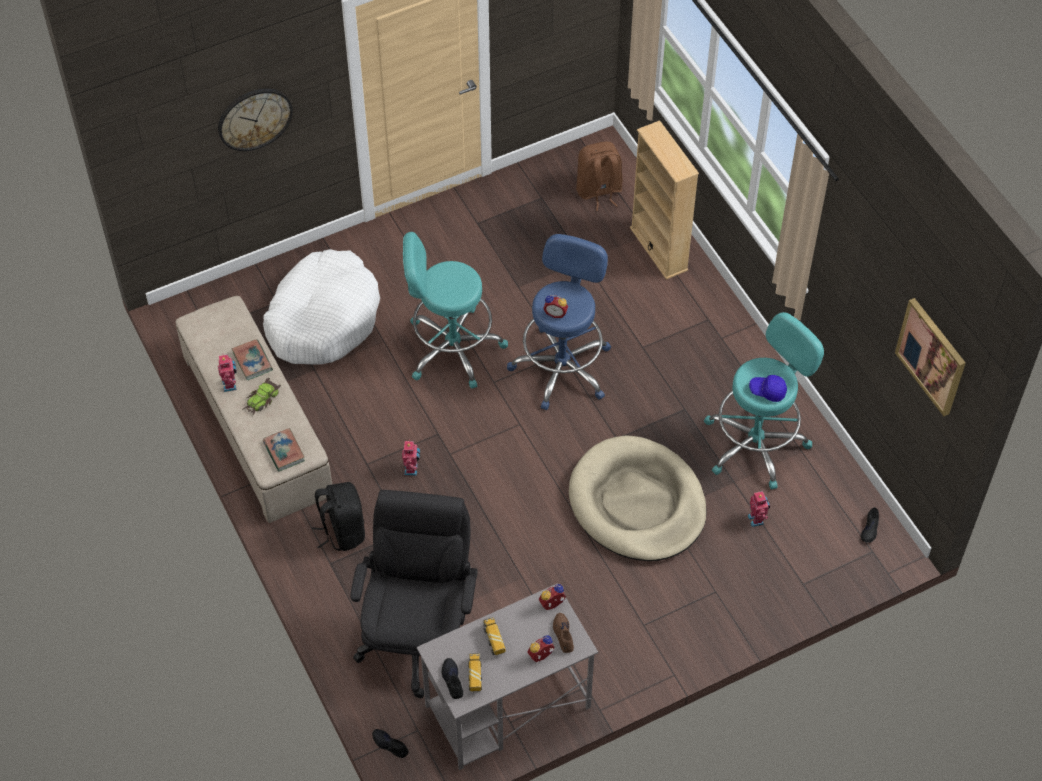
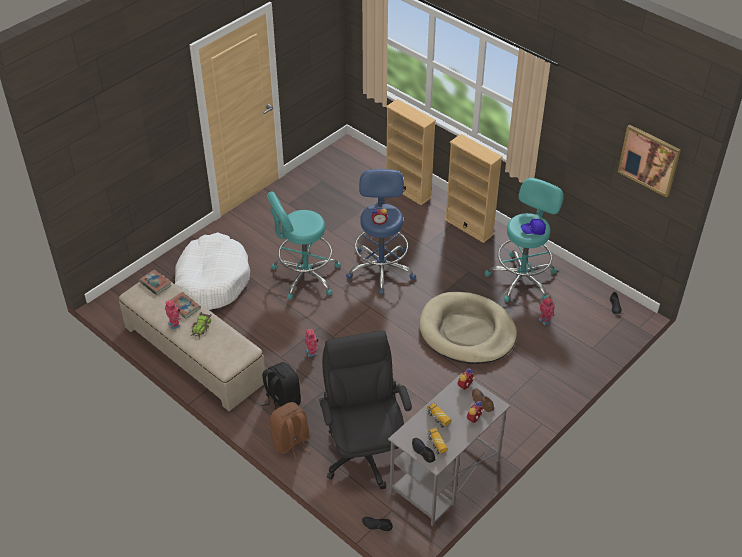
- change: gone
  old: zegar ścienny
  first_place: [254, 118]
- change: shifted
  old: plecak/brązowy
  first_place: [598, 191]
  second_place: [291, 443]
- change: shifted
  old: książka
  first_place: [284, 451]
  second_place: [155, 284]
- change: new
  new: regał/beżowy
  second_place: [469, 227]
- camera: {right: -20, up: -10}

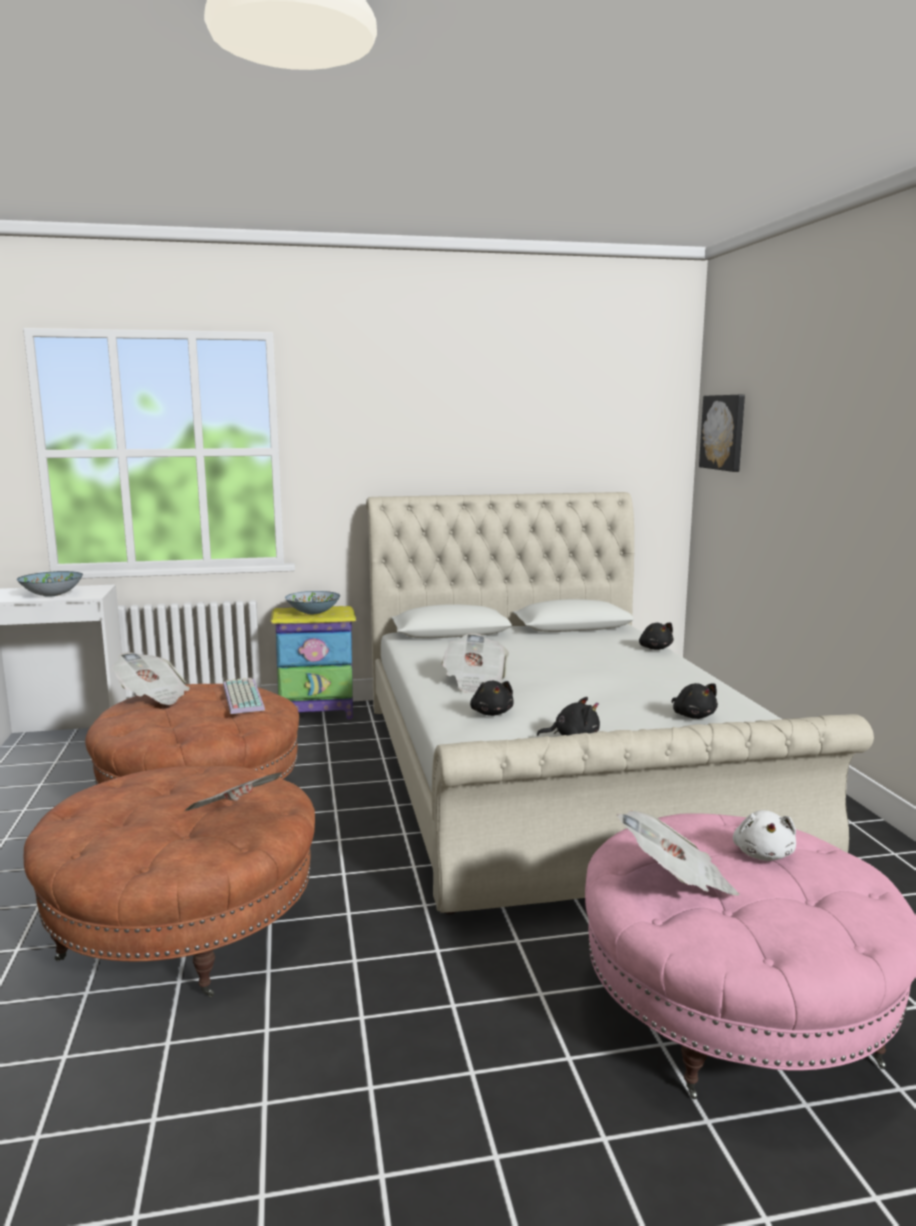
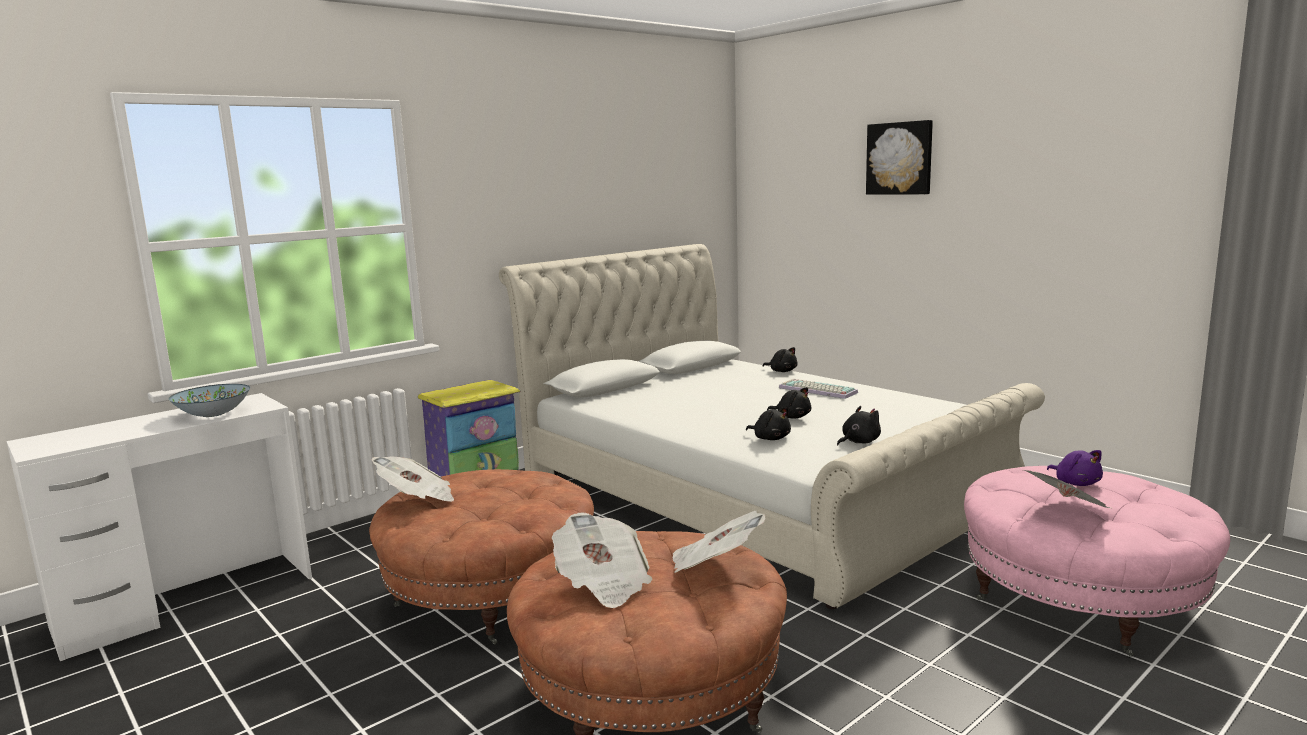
- change: shifted
  old: obraz
  first_place: [724, 432]
  second_place: [900, 158]
- change: gone
  old: miska
  first_place: [313, 612]
- change: shifted
  old: gazeta
  first_place: [475, 681]
  second_place: [603, 583]
- change: shifted
  old: klawiatura
  first_place: [241, 697]
  second_place: [816, 390]
- change: shifted
  old: pluszak/czarny
  first_place: [693, 716]
  second_place: [792, 417]
- change: repainted
  old: pluszak/biały
  new: pluszak/fioletowy
  first_place: [763, 854]
  second_place: [1076, 483]
- camera: {right: -30, up: 0}

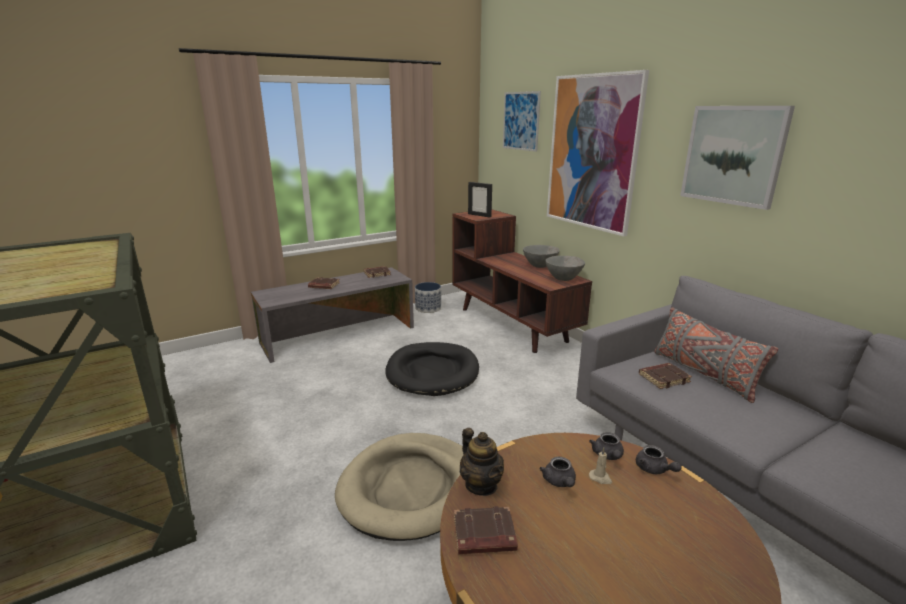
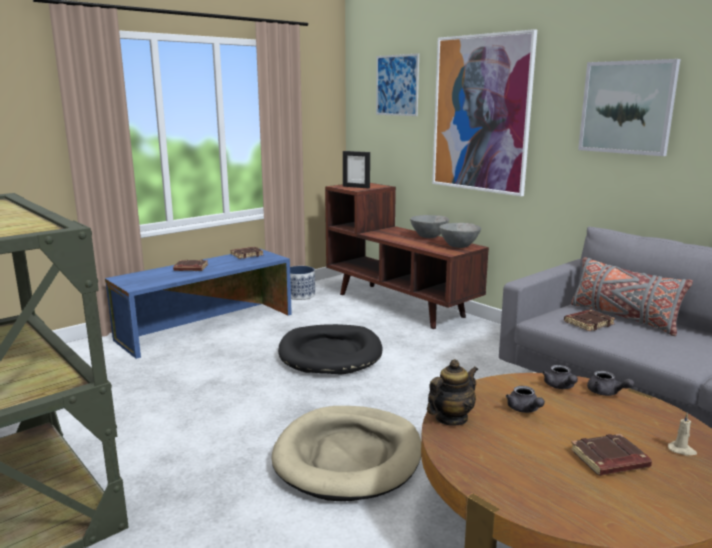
- change: repainted
  old: ławka/szary
  new: ławka/niebieski
  first_place: [339, 334]
  second_place: [207, 326]
- change: rotated
  old: imbryk
  first_place: [481, 485]
  second_place: [451, 418]
  degrees: -90
- change: shifted
  old: świeca/beżowy
  first_place: [600, 478]
  second_place: [682, 450]
- change: shifted
  old: książka/brązowy
  first_place: [483, 536]
  second_place: [609, 460]
- camera: {right: -10, up: -5}

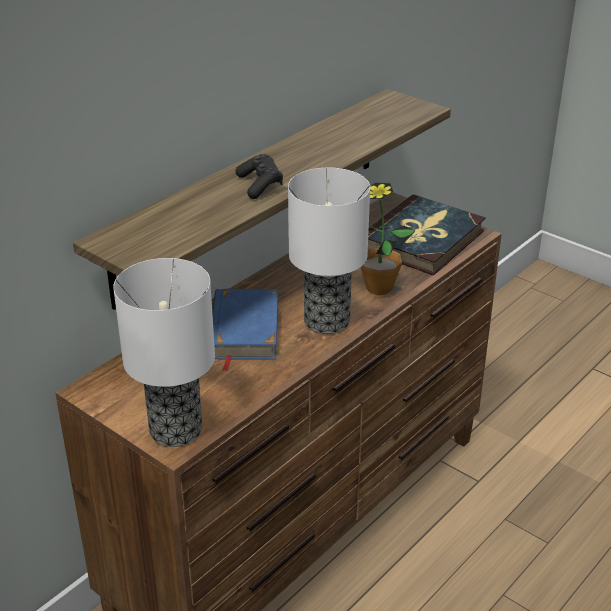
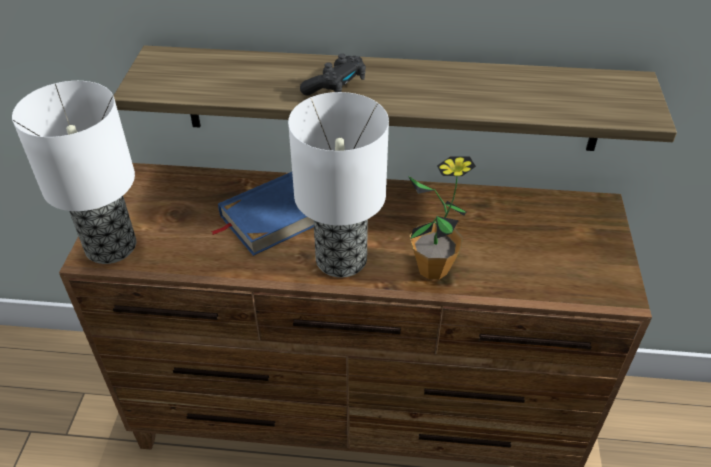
- change: gone
  old: książka
  first_place: [422, 239]
- camera: {right: 55, up: 10}

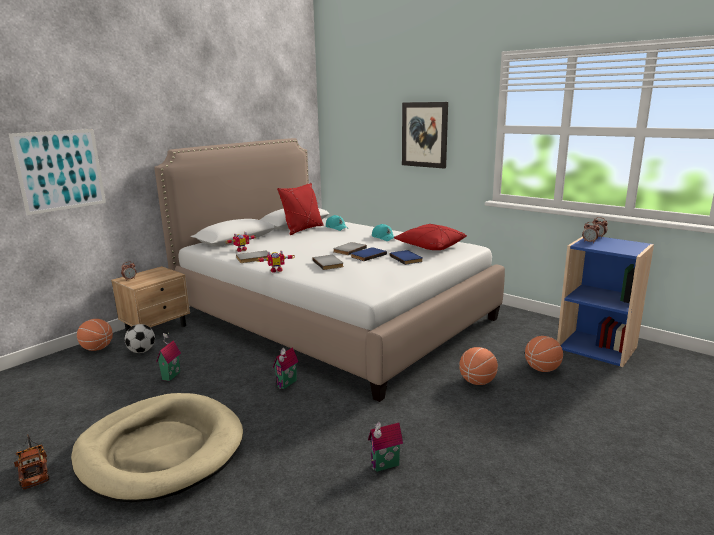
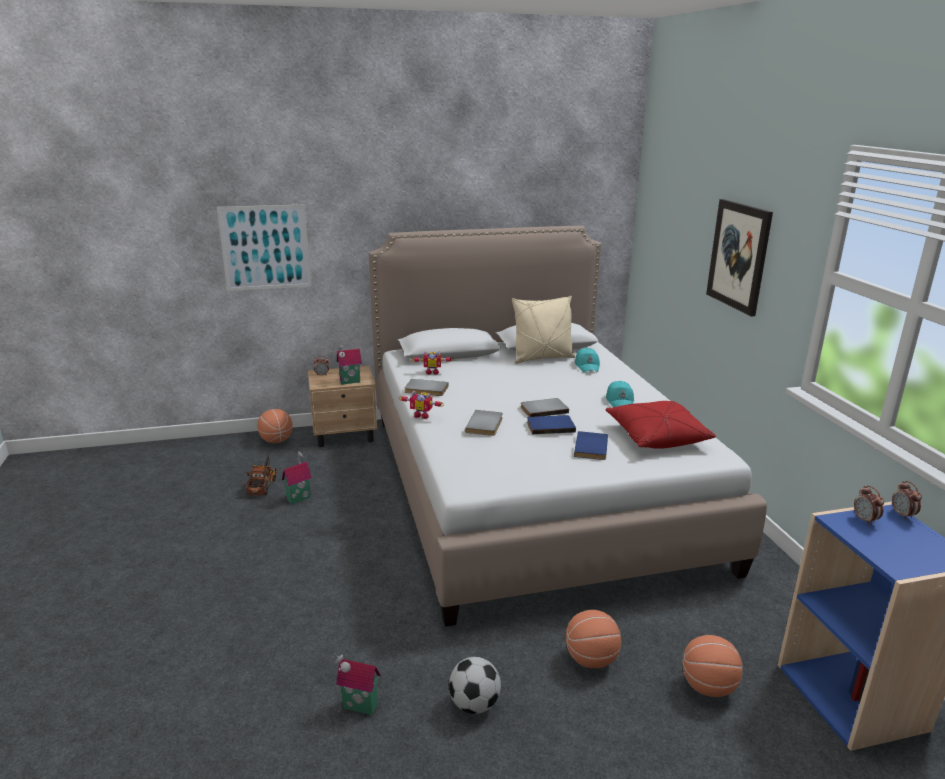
- change: repainted
  old: poduszka/czerwony
  new: poduszka/beżowy
  first_place: [303, 229]
  second_place: [542, 358]
- change: shifted
  old: piłka futbolowa
  first_place: [142, 351]
  second_place: [474, 705]
- change: shifted
  old: domek
  first_place: [287, 384]
  second_place: [350, 382]
- change: gone
  old: legowisko/beżowy
  first_place: [160, 450]
- change: shifted
  old: ciężarówka zabawkowa
  first_place: [35, 471]
  second_place: [263, 485]
- camera: {right: 35, up: 5}

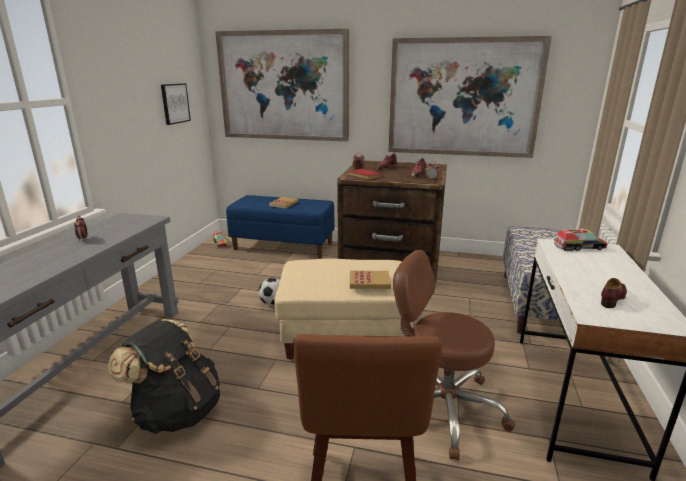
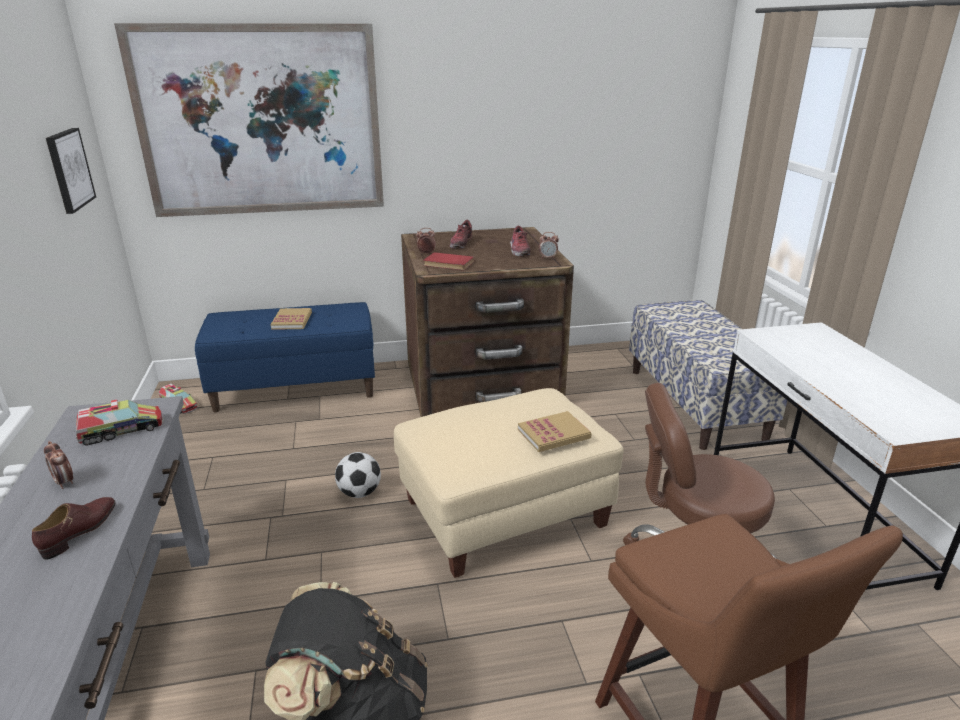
- change: gone
  old: obraz
  first_place: [463, 98]
- change: shifted
  old: ciężarówka zabawkowa
  first_place: [579, 247]
  second_place: [121, 431]
- change: shifted
  old: but/brązowy
  first_place: [613, 298]
  second_place: [80, 531]
- camera: {right: -25, up: 5}

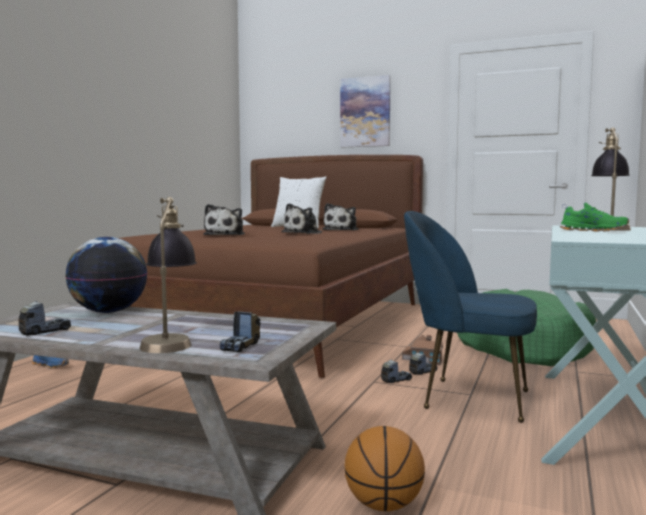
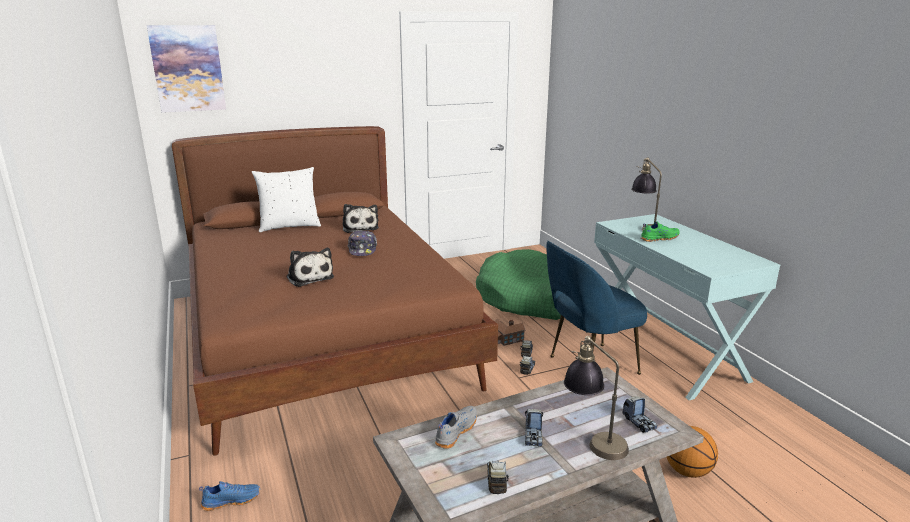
- change: shifted
  old: obraz
  first_place: [365, 112]
  second_place: [188, 68]
- change: swapped
  old: pluszak
  new: czapka z daszkiem
  first_place: [304, 233]
  second_place: [362, 249]
- change: swapped
  old: globus
  new: but/szary
  first_place: [109, 312]
  second_place: [455, 432]
- change: new
  new: ciężarówka zabawkowa
  second_place: [533, 436]
- camera: {right: -45, up: 15}

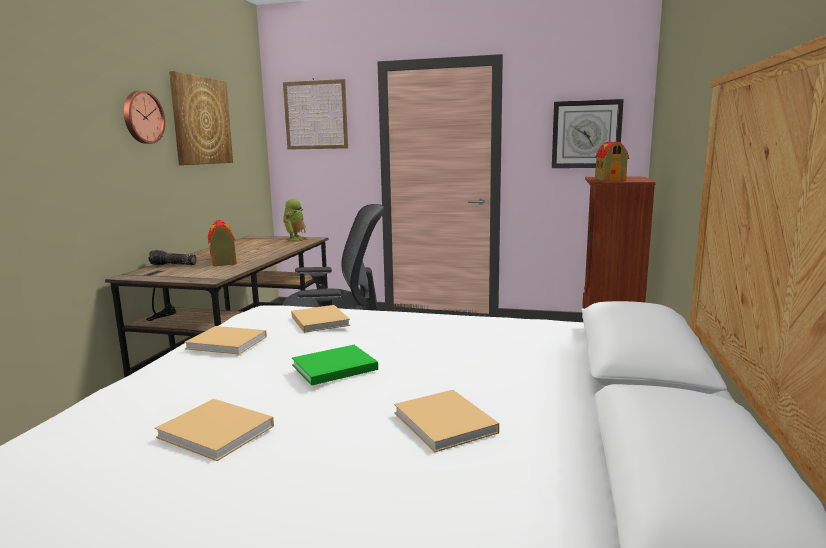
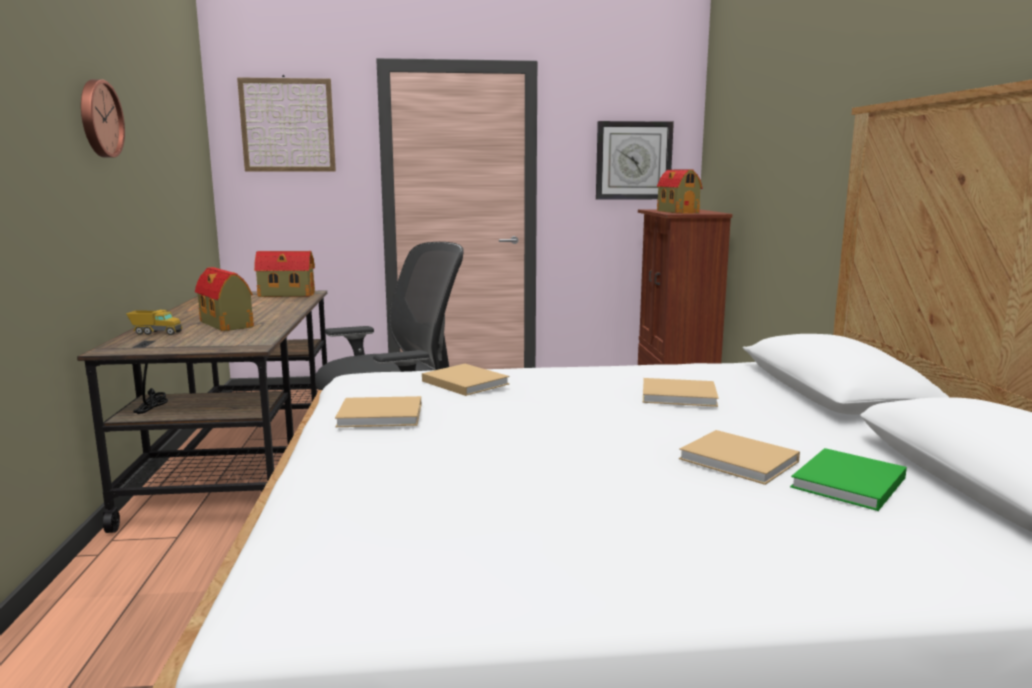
- change: gone
  old: obraz
  first_place: [201, 121]
- change: swapped
  old: robot zabawkowy
  new: domek
  first_place: [295, 239]
  second_place: [285, 294]
- change: swapped
  old: latarka
  new: ciężarówka zabawkowa
  first_place: [172, 265]
  second_place: [156, 333]
- change: shifted
  old: książka/zielony
  first_place: [332, 368]
  second_place: [847, 483]
- change: shifted
  old: książka/beżowy
  first_place: [218, 432]
  second_place: [681, 396]
- camera: {right: -20, up: 0}

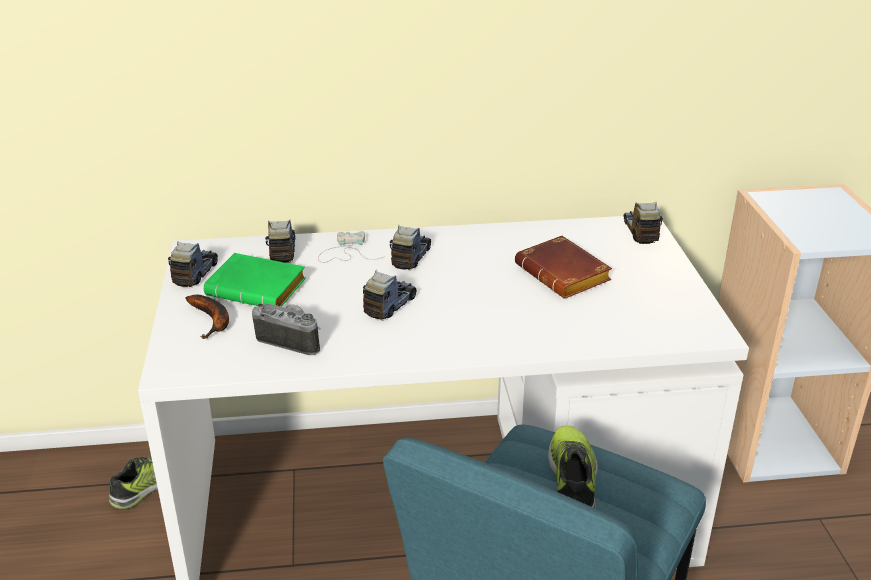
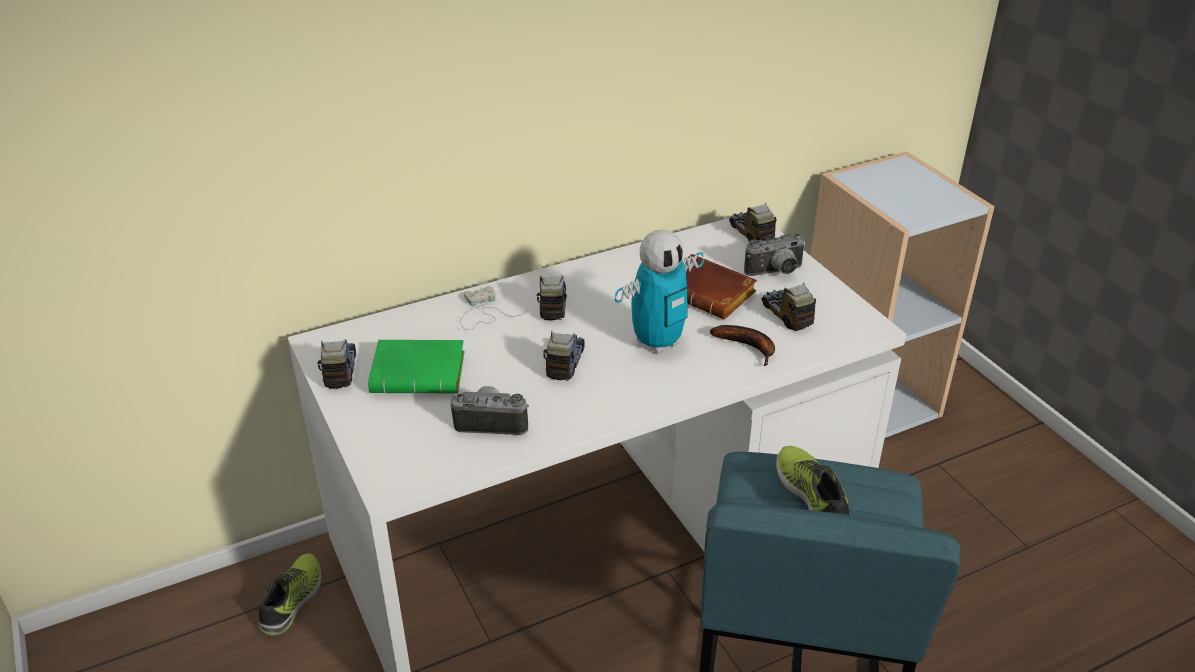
- change: shifted
  old: ciężarówka zabawkowa
  first_place: [282, 251]
  second_place: [786, 315]
- change: shifted
  old: banan
  first_place: [212, 320]
  second_place: [749, 347]
- change: new
  new: robot zabawkowy
  second_place: [658, 343]
- change: new
  new: aparat fotograficzny
  second_place: [776, 273]
- camera: {right: -20, up: 5}

